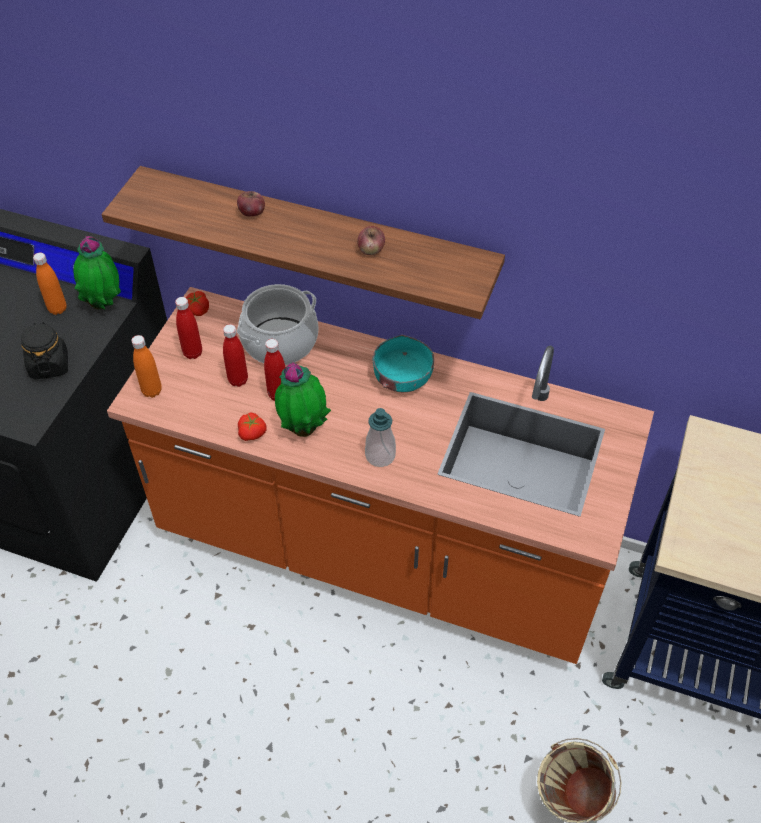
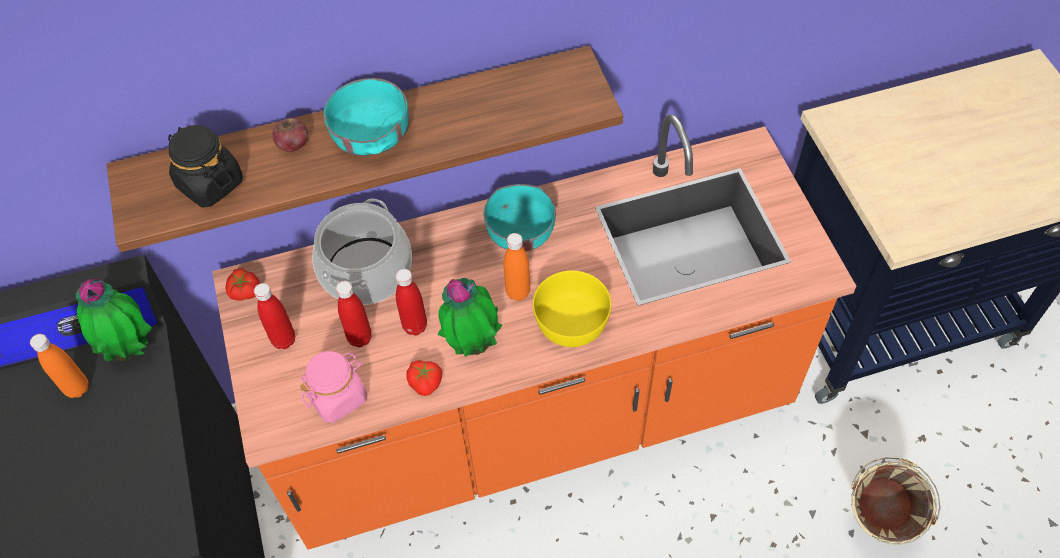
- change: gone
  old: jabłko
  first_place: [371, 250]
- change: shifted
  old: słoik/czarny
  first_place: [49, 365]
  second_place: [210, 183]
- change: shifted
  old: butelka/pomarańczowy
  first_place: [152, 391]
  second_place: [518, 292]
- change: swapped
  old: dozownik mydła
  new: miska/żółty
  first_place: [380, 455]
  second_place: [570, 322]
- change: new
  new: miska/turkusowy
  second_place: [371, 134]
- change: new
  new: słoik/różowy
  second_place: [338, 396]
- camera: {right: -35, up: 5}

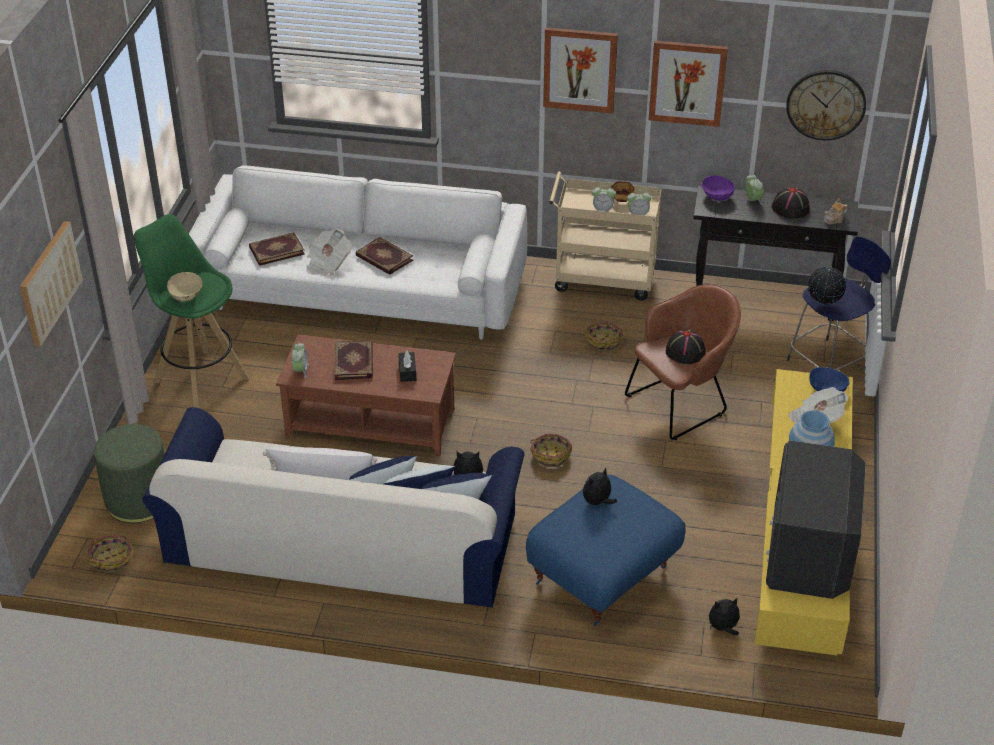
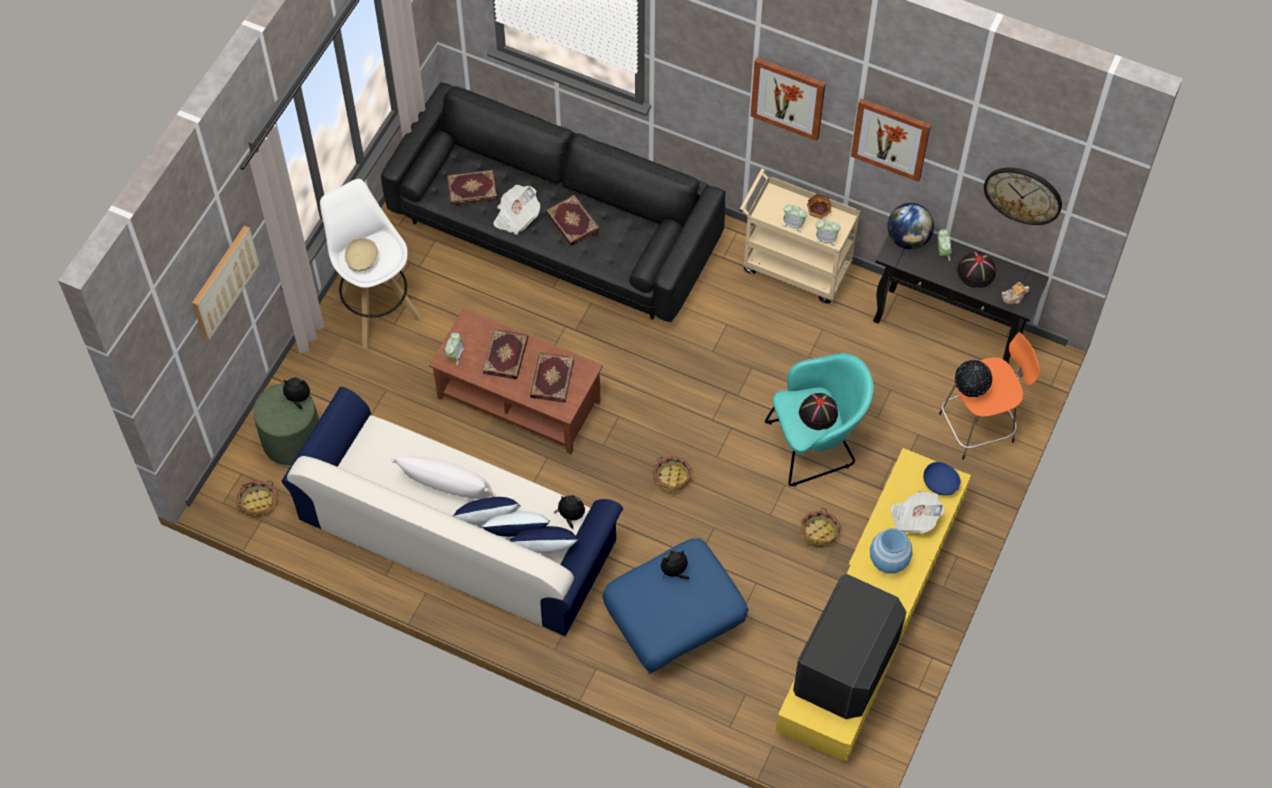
- change: repainted
  old: kanapa/biały
  new: kanapa/czarny
  first_place: [363, 292]
  second_place: [555, 230]
- change: swapped
  old: miska/fioletowy
  new: globus
  first_place: [716, 196]
  second_place: [908, 238]
- change: repainted
  old: stołek/zielony
  new: stołek/biały
  first_place: [200, 378]
  second_place: [376, 308]
- change: repainted
  old: stołek/niebieski
  new: stołek/pomarańczowy
  first_place: [829, 363]
  second_place: [979, 426]
- change: repainted
  old: fotel/brązowy
  new: fotel/turkusowy
  first_place: [680, 404]
  second_place: [815, 444]
- change: shifted
  old: koszyk
  first_place: [604, 341]
  second_place: [820, 532]
- change: swapped
  old: pudełko chusteczek/czarny
  new: książka
  first_place: [407, 371]
  second_place: [551, 378]
- change: shifted
  old: pluszak
  first_place: [723, 628]
  second_place: [298, 399]
- camera: {right: 15, up: 20}

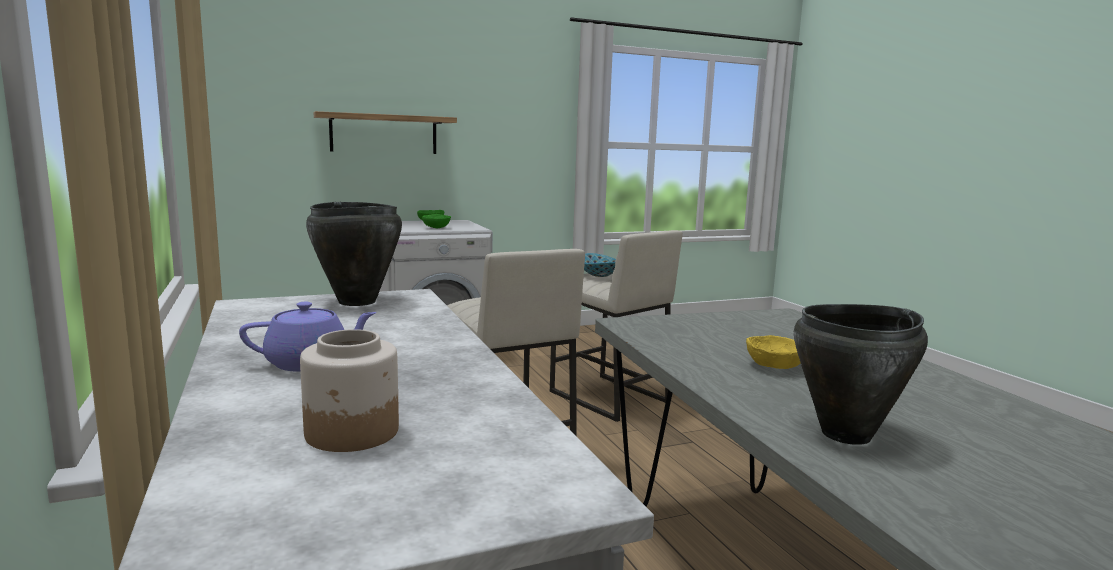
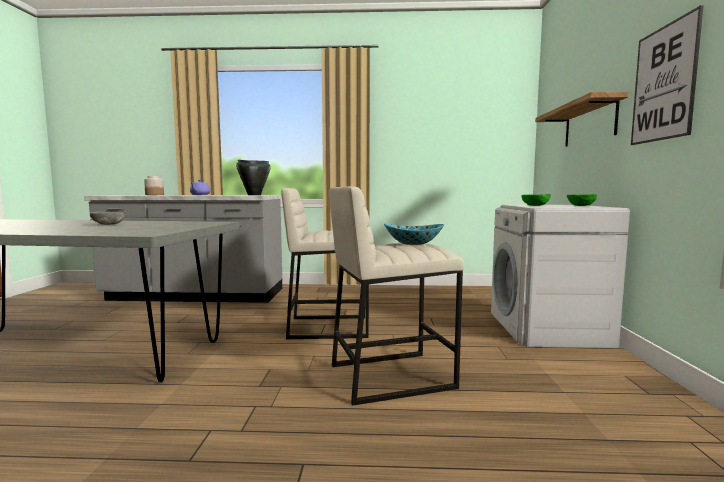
- change: gone
  old: garnek/czarny
  first_place: [847, 435]
- change: repainted
  old: miska/żółty
  new: miska/szary
  first_place: [774, 367]
  second_place: [109, 224]
- change: new
  new: obraz
  second_place: [664, 83]
- camera: {right: 115, up: -5}

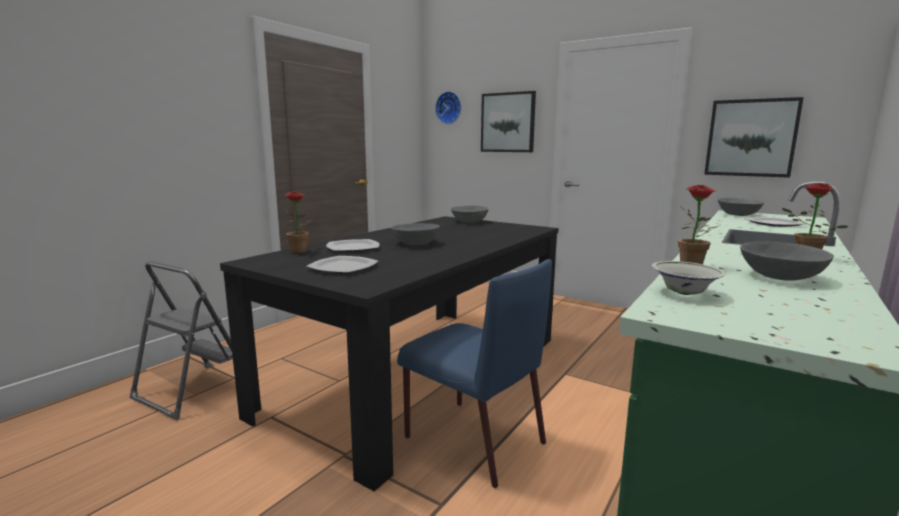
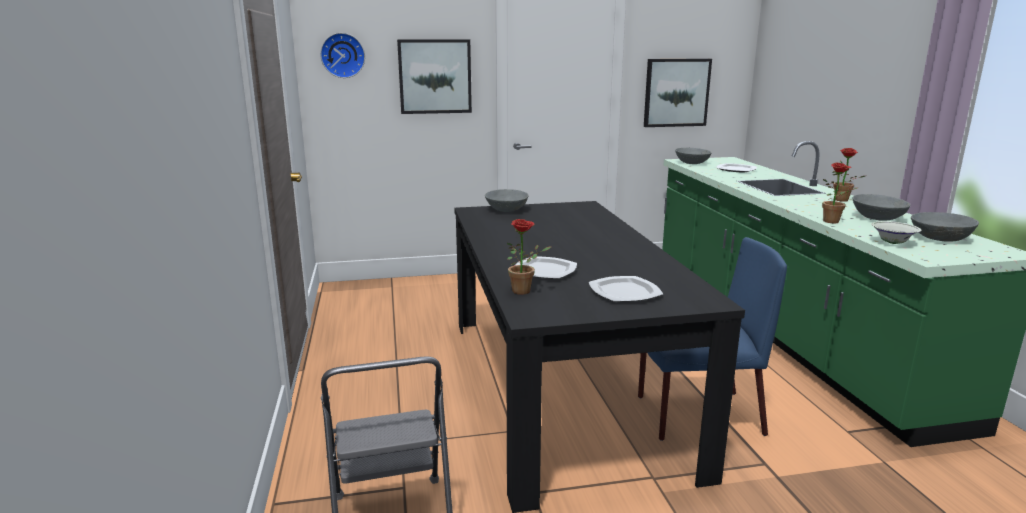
- change: shifted
  old: miska/szary
  first_place: [416, 243]
  second_place: [940, 238]
- camera: {right: -45, up: 5}

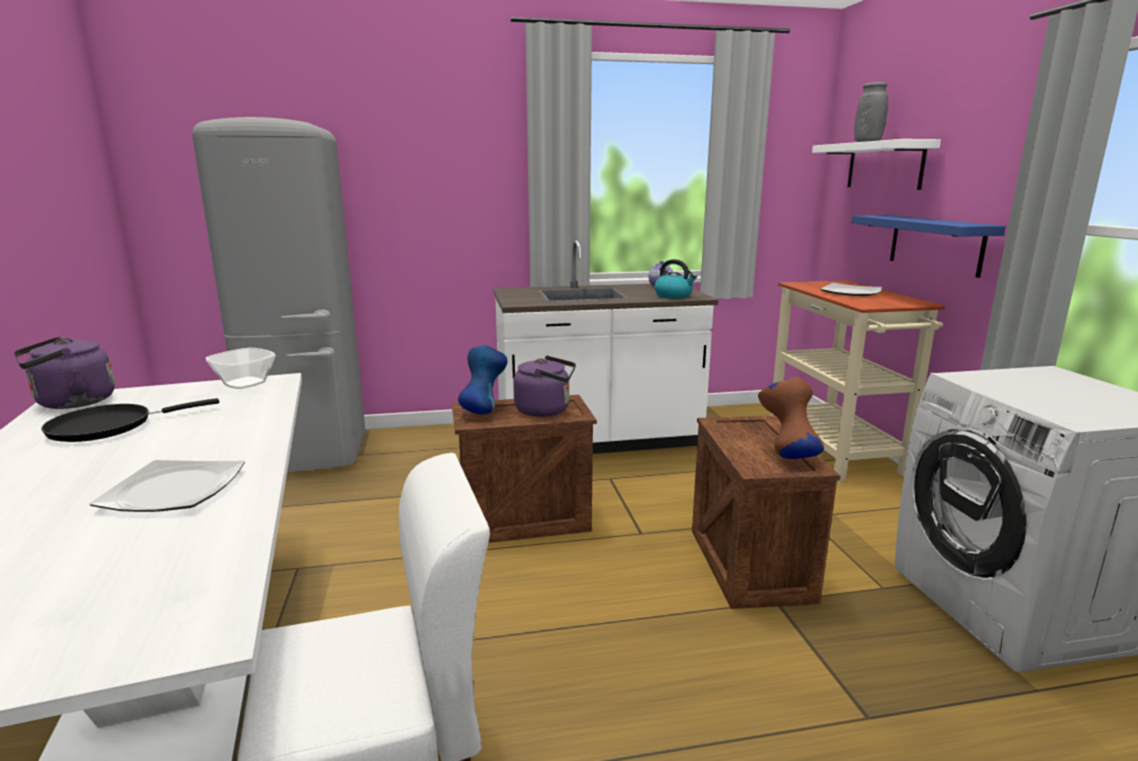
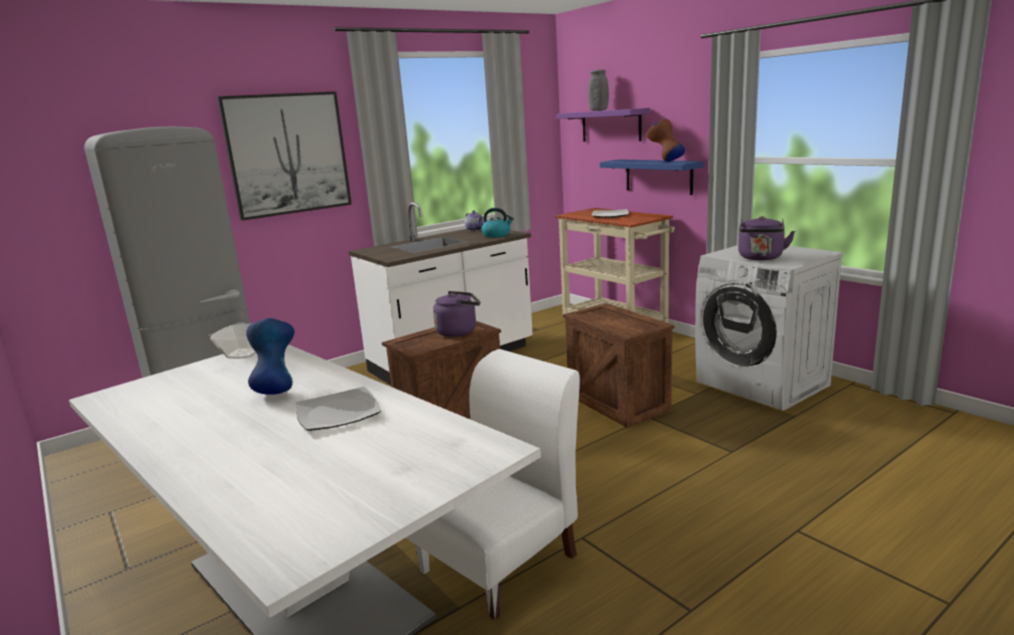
- change: repainted
  old: półka/biały
  new: półka/fioletowy
  first_place: [884, 165]
  second_place: [611, 125]
- change: shifted
  old: czajnik/fioletowy
  first_place: [71, 403]
  second_place: [761, 258]
- change: shifted
  old: wazon/niebieski
  first_place: [483, 411]
  second_place: [276, 390]
- change: shifted
  old: wazon/brązowy
  first_place: [786, 454]
  second_place: [665, 161]
- change: gone
  old: patelnia/czarny
  first_place: [108, 426]
- change: new
  new: obraz
  second_place: [288, 154]
- camera: {right: -25, up: 0}

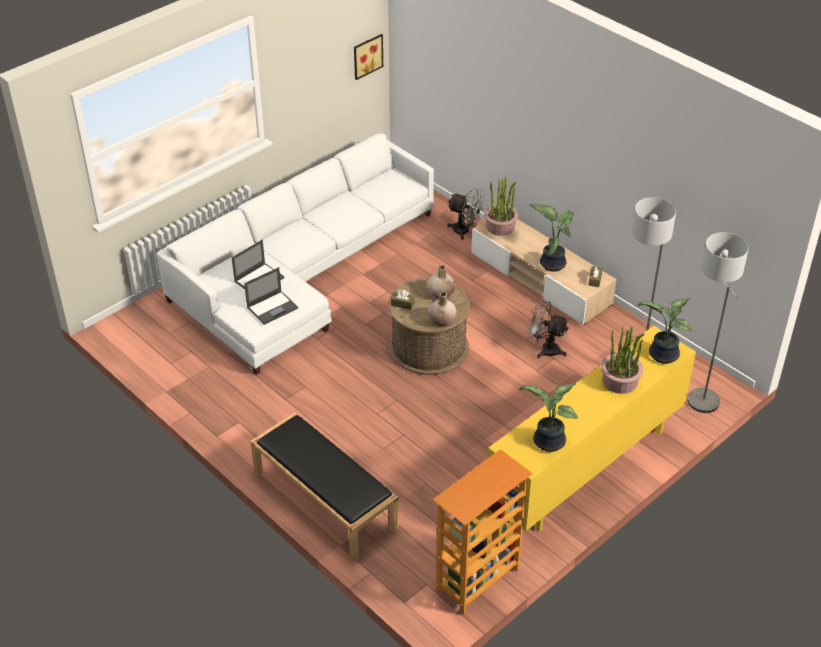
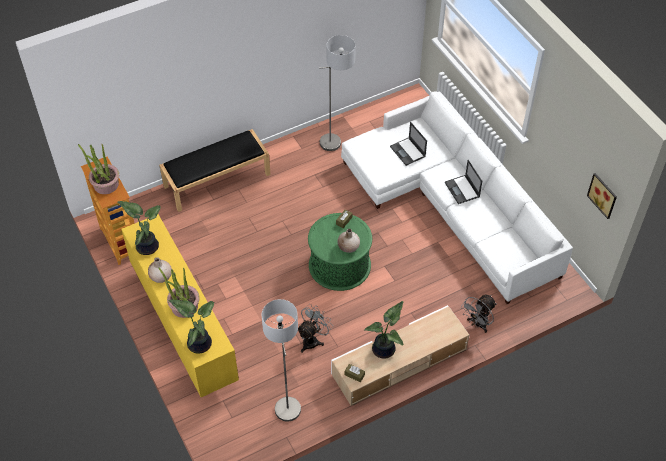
- change: shifted
  old: roślina doniczkowa
  first_place: [500, 227]
  second_place: [105, 184]
- change: shifted
  old: lampa stojąca/szary
  first_place: [698, 395]
  second_place: [336, 142]
- change: shifted
  old: laptop
  first_place: [272, 307]
  second_place: [462, 190]
- change: repainted
  old: ława/brązowy
  new: ława/zielony
  first_place: [428, 347]
  second_place: [339, 265]
- change: shifted
  old: wazon/beżowy
  first_place: [442, 321]
  second_place: [161, 276]
- camera: {right: 105, up: 10}

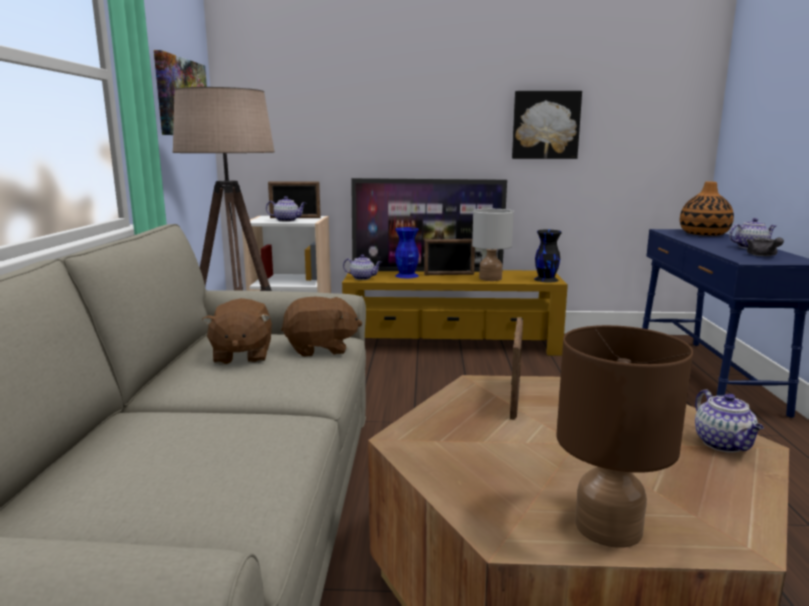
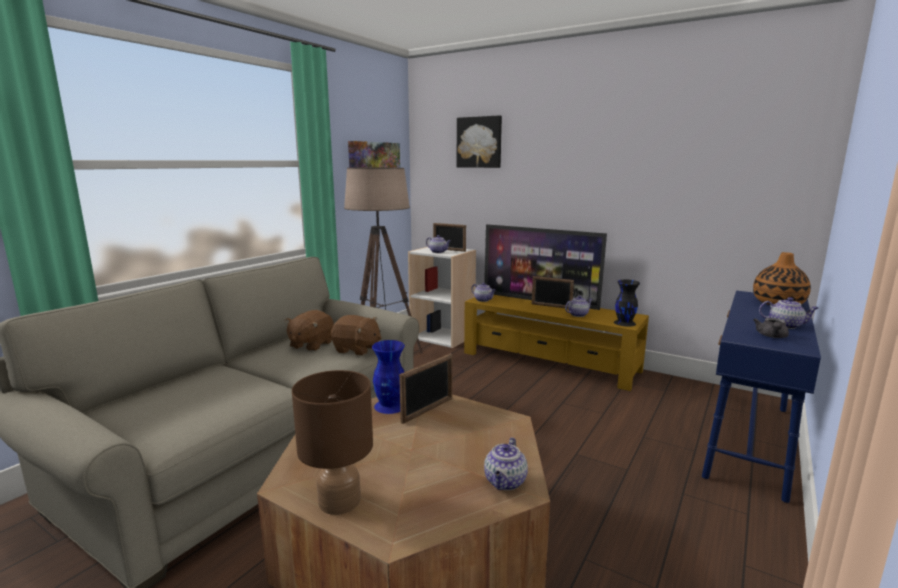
- change: shifted
  old: obraz
  first_place: [545, 125]
  second_place: [479, 142]
- change: swapped
  old: lampa stołowa/szary
  new: imbryk
  first_place: [490, 278]
  second_place: [578, 315]
- change: shifted
  old: wazon/niebieski
  first_place: [407, 275]
  second_place: [390, 406]
- camera: {right: 30, up: 0}

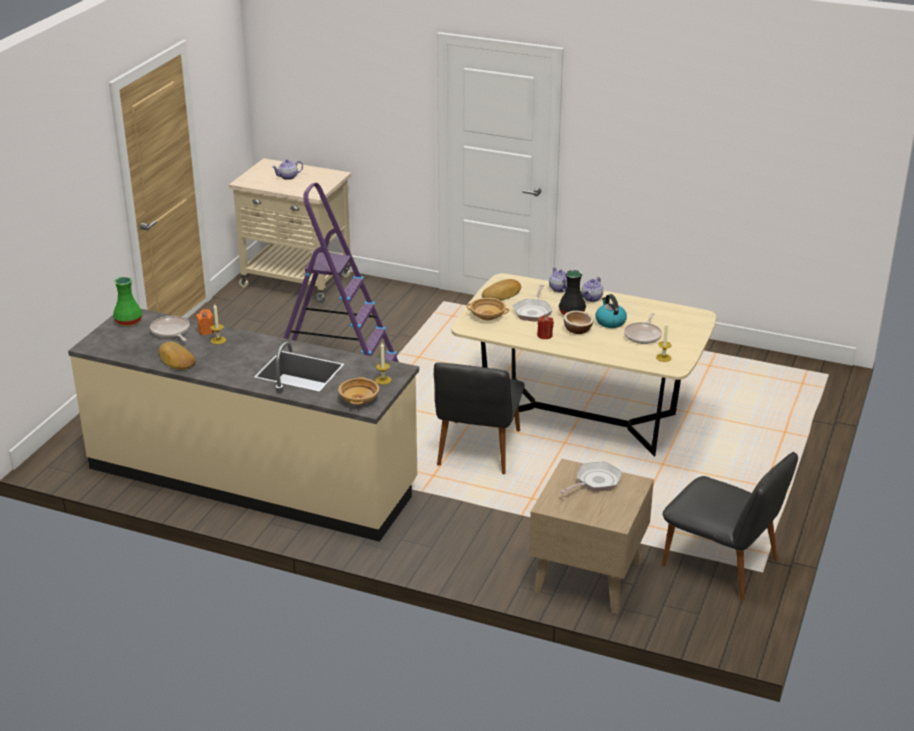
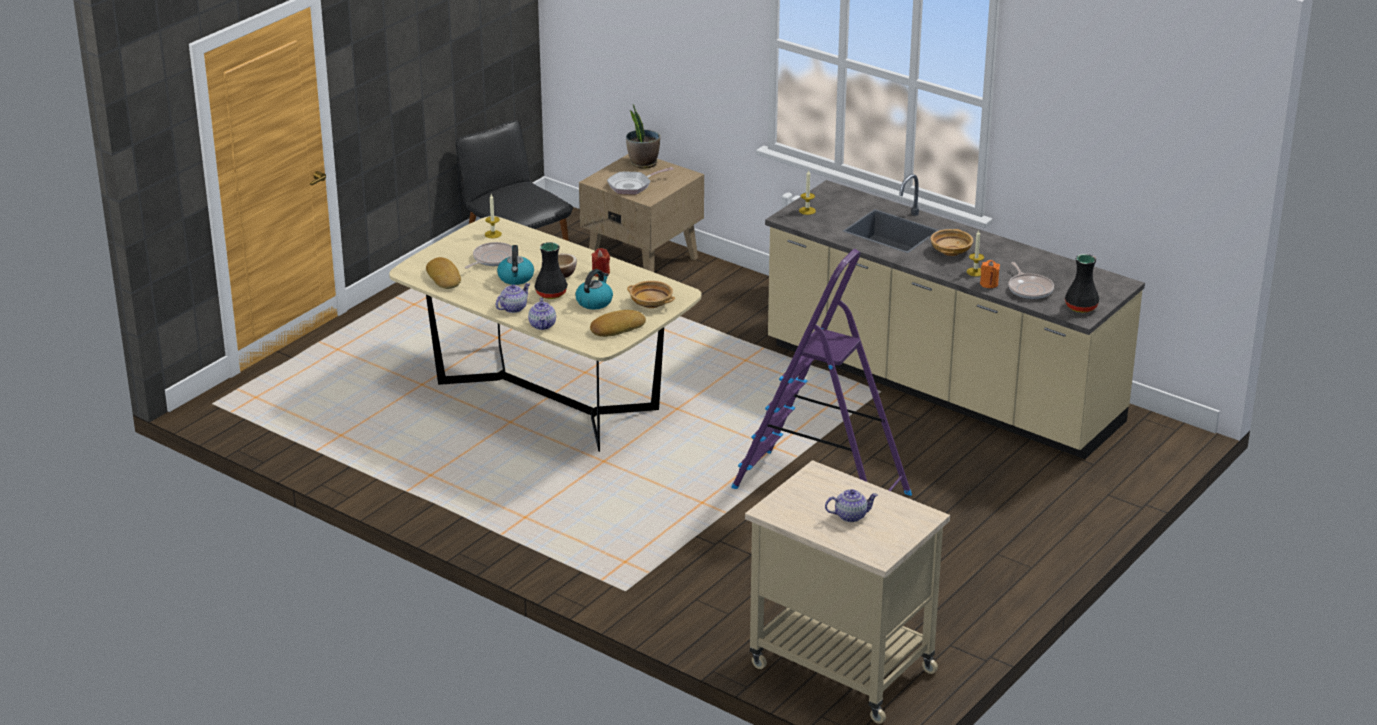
- change: repainted
  old: wazon/zielony
  new: wazon/czarny
  first_place: [128, 321]
  second_place: [1081, 307]
- change: swapped
  old: patelnia
  new: czajnik
  first_place: [533, 311]
  second_place: [594, 301]
- change: shifted
  old: chleb
  first_place: [176, 360]
  second_place: [445, 277]
- change: gone
  old: krzesło/czarny
  first_place: [479, 447]
- change: shifted
  old: miska/beżowy
  first_place: [359, 400]
  second_place: [950, 251]
- change: new
  new: roślina doniczkowa
  second_place: [643, 163]
- camera: {right: -165, up: 0}

